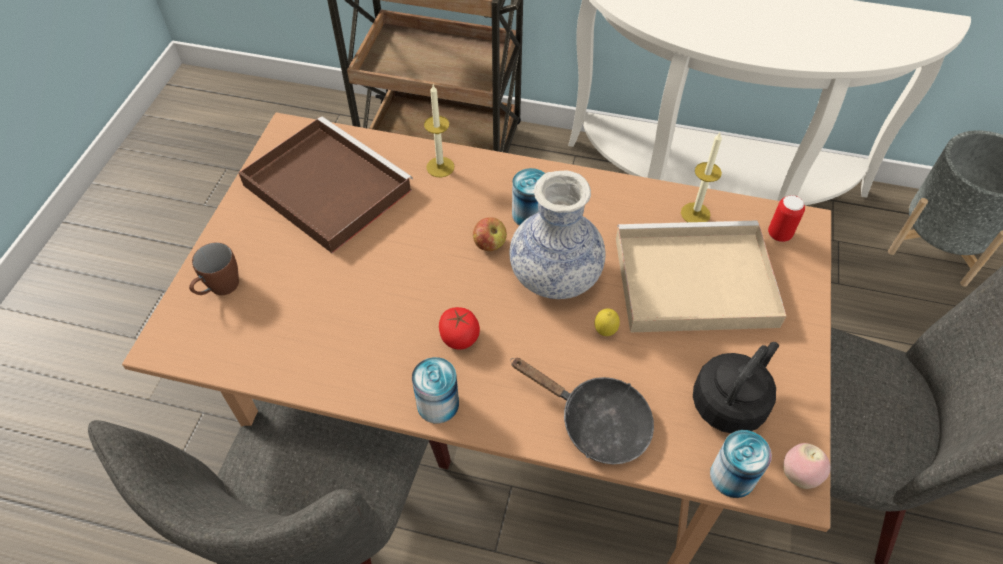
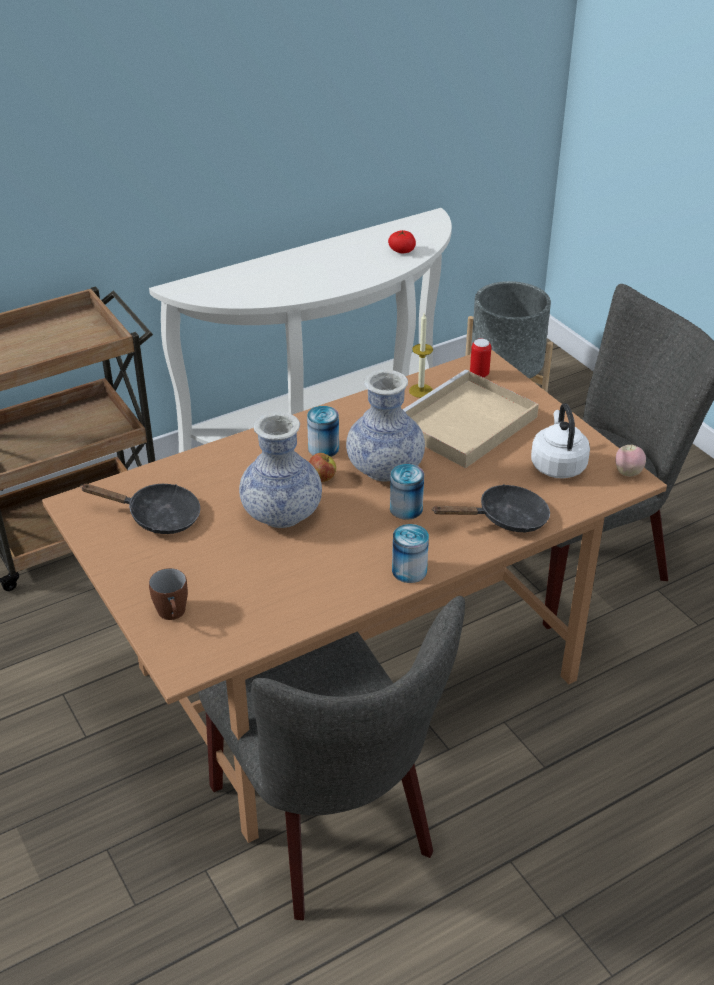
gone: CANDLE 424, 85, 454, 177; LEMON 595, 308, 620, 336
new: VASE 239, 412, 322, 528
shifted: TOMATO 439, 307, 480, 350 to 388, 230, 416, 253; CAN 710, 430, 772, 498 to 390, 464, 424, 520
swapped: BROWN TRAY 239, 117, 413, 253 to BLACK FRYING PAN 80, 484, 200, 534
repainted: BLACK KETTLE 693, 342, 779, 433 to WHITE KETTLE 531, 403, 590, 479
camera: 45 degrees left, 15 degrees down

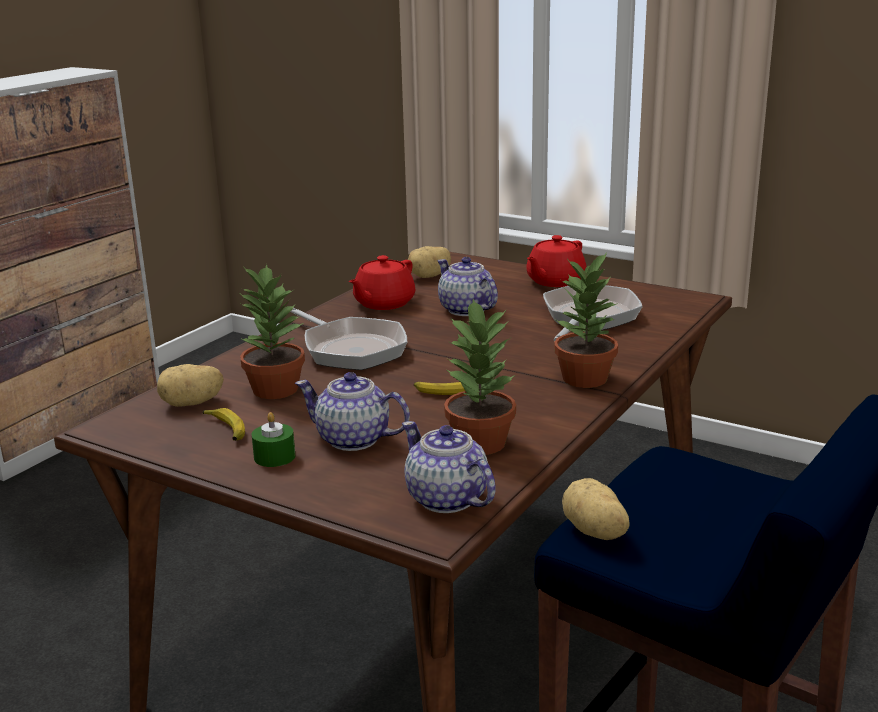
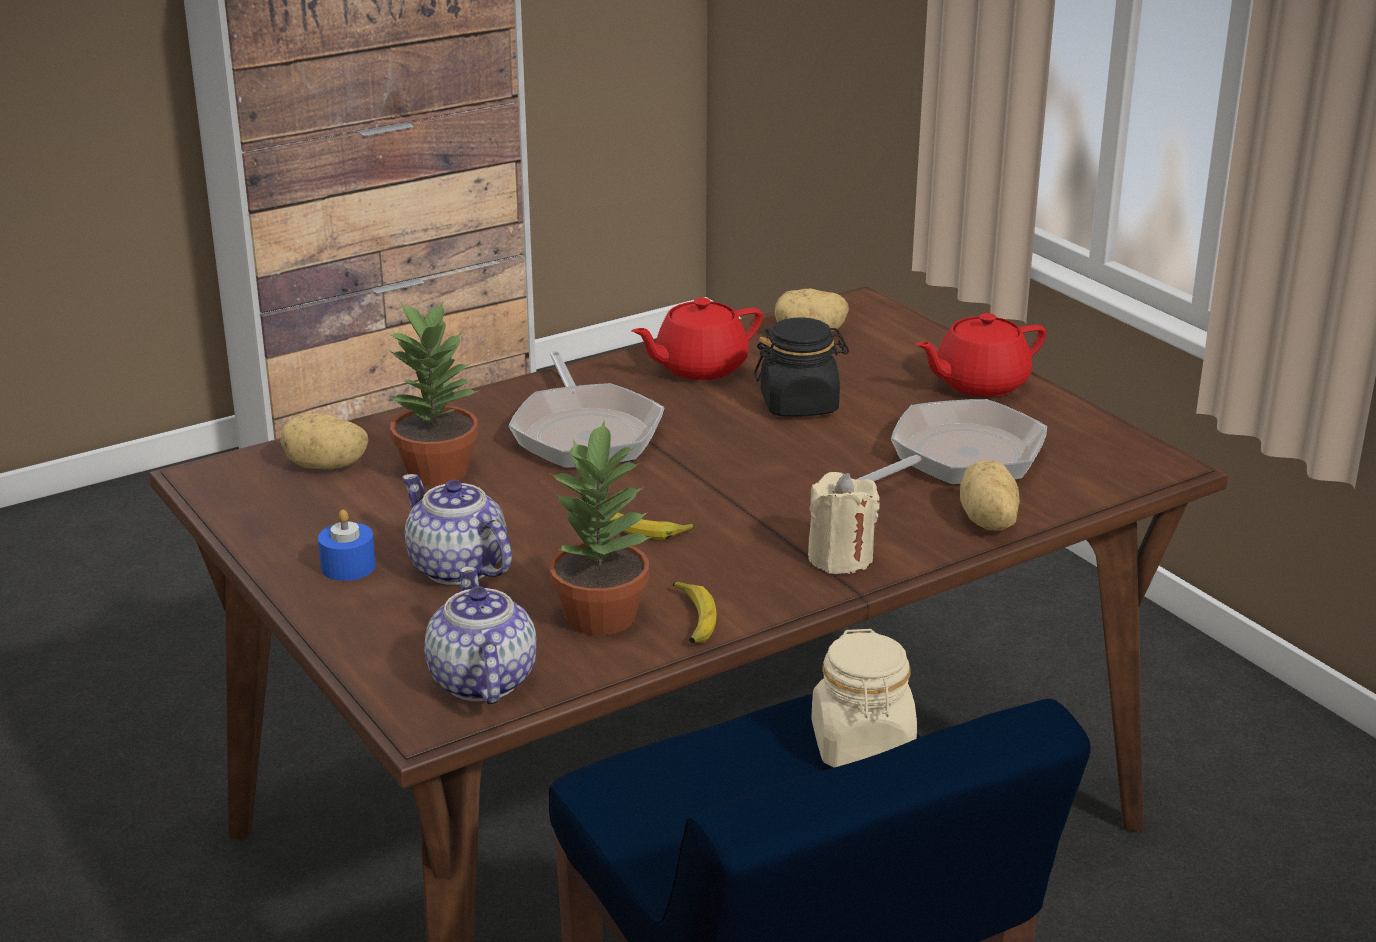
new: BEIGE JAR 811, 629, 917, 768
shifted: BANANA 203, 408, 245, 441 to 673, 581, 717, 643; POTATO 562, 478, 630, 540 to 960, 461, 1020, 530
swapped: TEAPOT 437, 257, 498, 316 to BLACK JAR 754, 317, 849, 417; POTTED PLANT 554, 253, 618, 388 to BEIGE CANDLE 808, 472, 880, 574
repainted: GREEN CANDLE 252, 412, 295, 467 to BLUE CANDLE 318, 509, 376, 581
camera: 25 degrees right, 5 degrees up

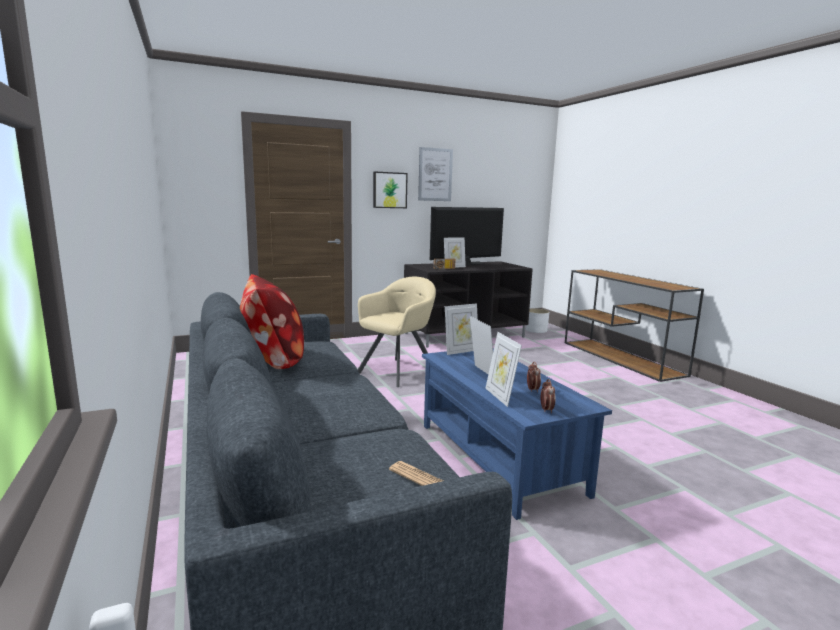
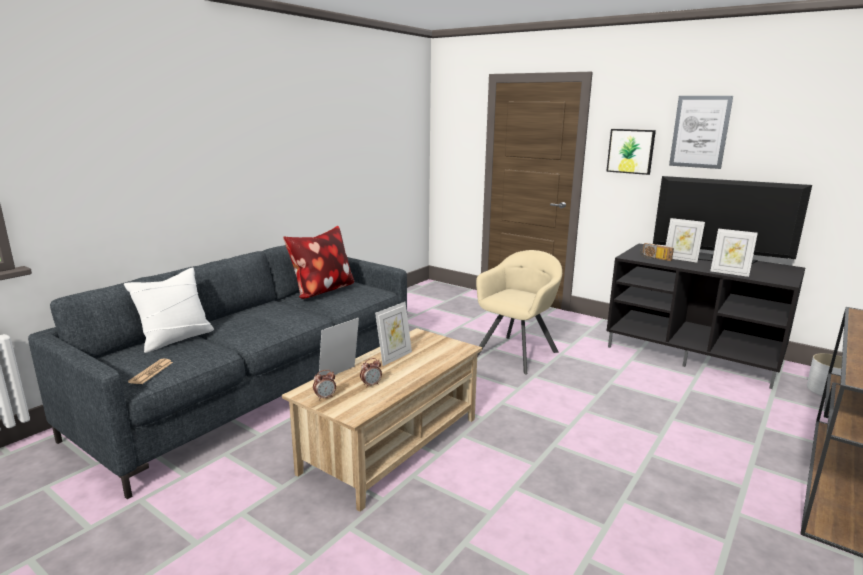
new: WHITE PILLOW 124, 268, 214, 353
shifted: PICTURE FRAME 445, 303, 478, 355 to 710, 229, 758, 277
repainted: BLUE COFFEE TABLE 422, 349, 612, 520 to BEIGE COFFEE TABLE 282, 328, 482, 512
rotated: BEIGE ARMCHAIR 357, 277, 436, 387 = 476, 250, 562, 374 60 degrees counterclockwise
camera: 60 degrees right, 5 degrees up

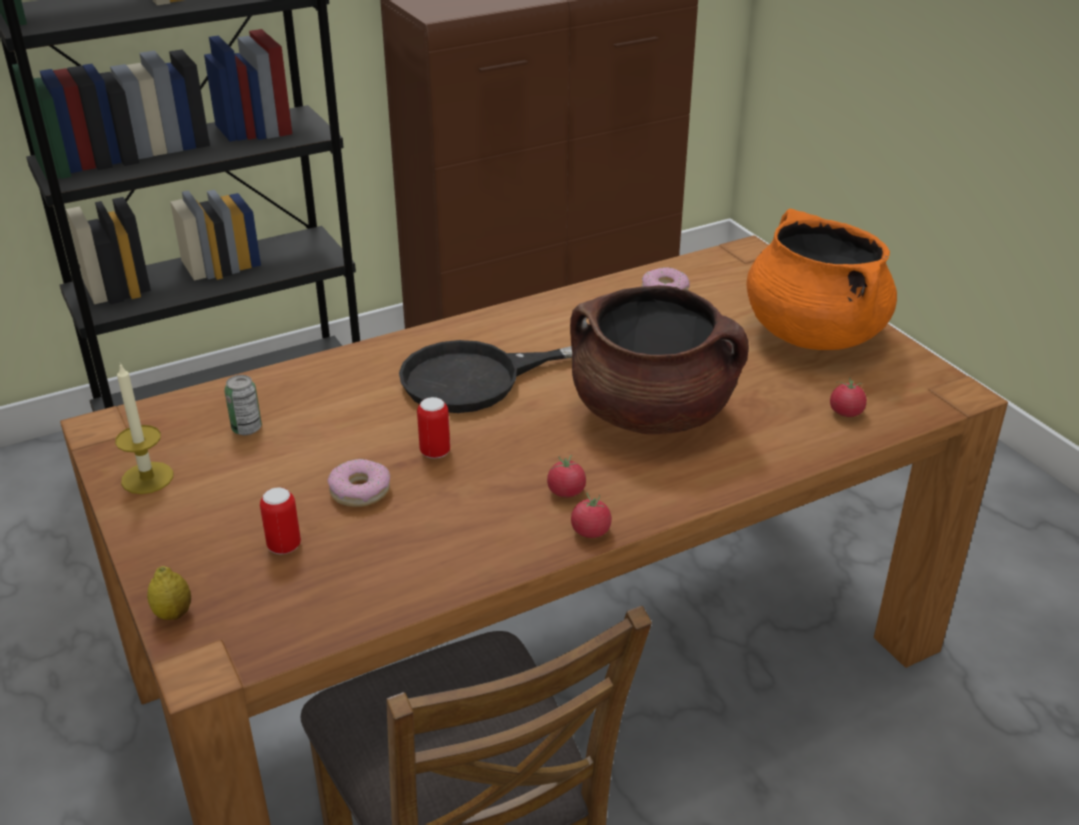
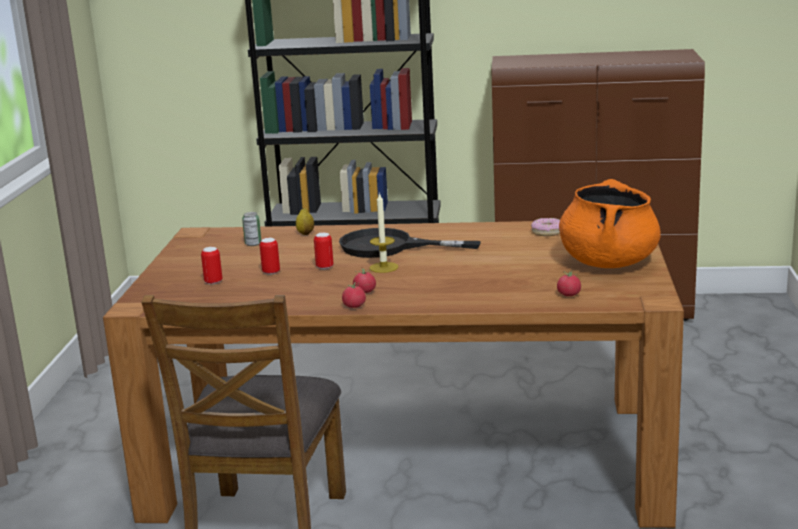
gone: BROWN COOKING POT 570, 285, 749, 435
shifted: CANDLE 115, 363, 173, 494 to 370, 192, 398, 273; LEMON 147, 566, 191, 620 to 296, 208, 314, 235
swapped: DONUT 327, 459, 390, 507 to CAN 260, 238, 280, 275
camera: 35 degrees right, 15 degrees down

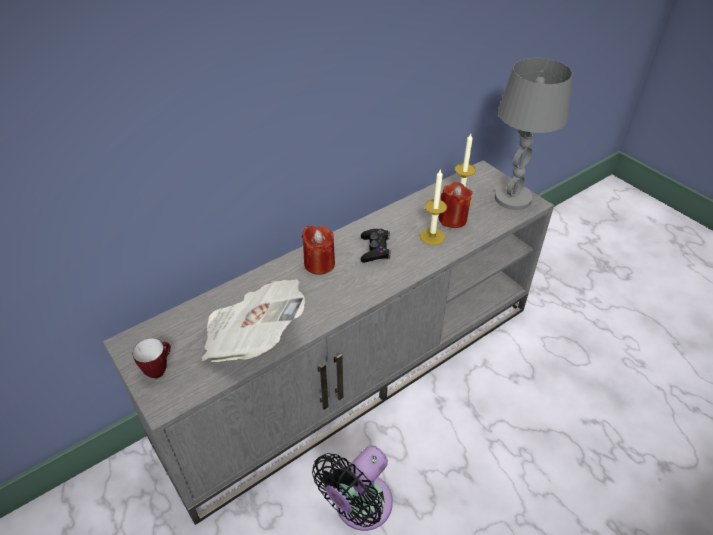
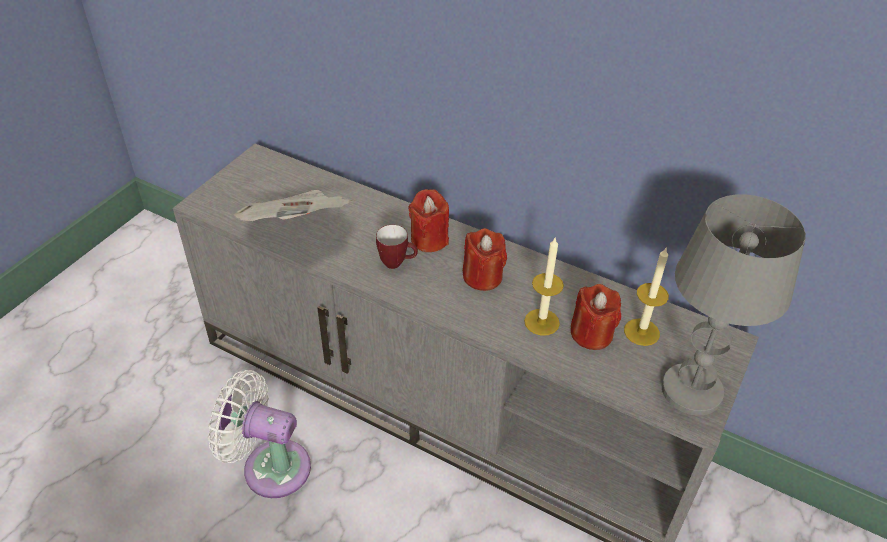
shifted: MUG 132, 338, 171, 378 to 376, 225, 418, 269
swapped: BLACK GAME CONTROLLER 361, 229, 391, 263 to RED CANDLE 463, 228, 507, 291
repainted: BLACK FAN 312, 445, 393, 531 to WHITE FAN 208, 370, 311, 498
camera: 65 degrees right, 0 degrees up

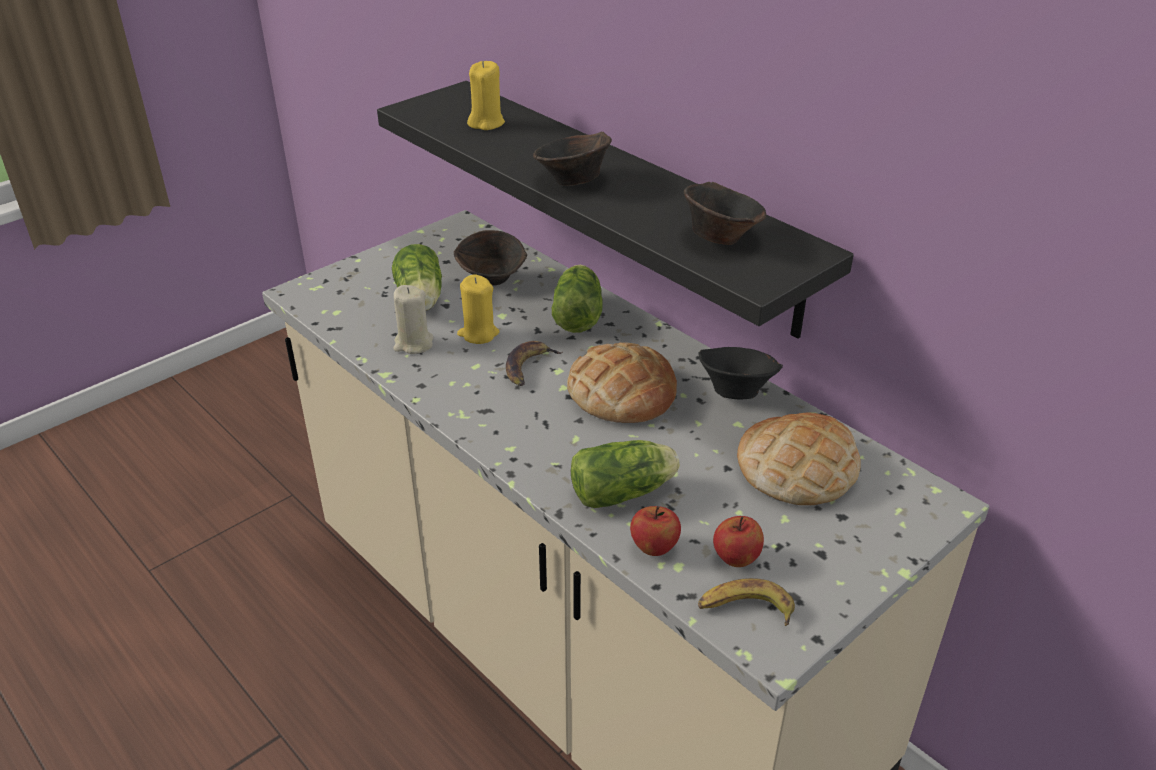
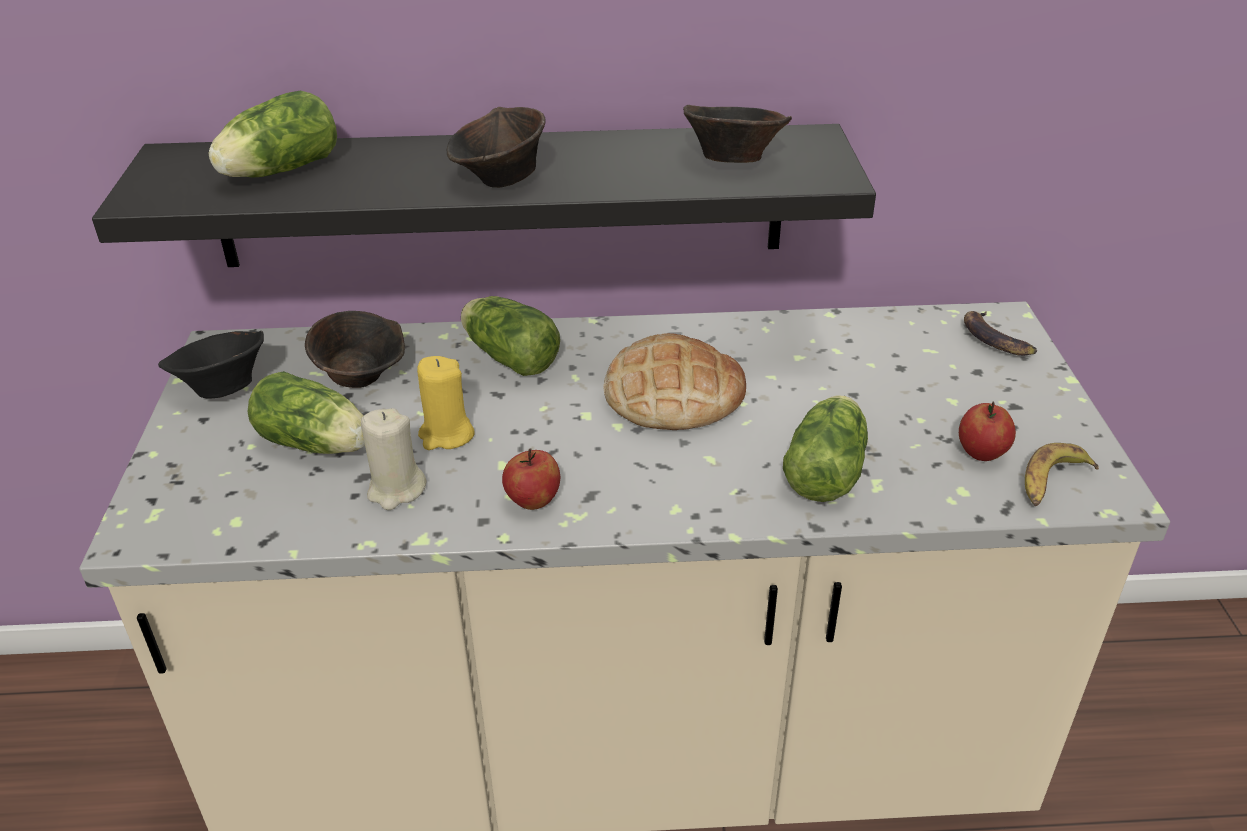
gone: BREAD 737, 413, 861, 505
shifted: BANANA 506, 341, 563, 386 to 964, 311, 1037, 356; APPLE 630, 506, 681, 556 to 502, 448, 560, 510; BLACK BOWL 698, 347, 783, 399 to 158, 331, 264, 399
swapped: YELLOW CANDLE 467, 61, 505, 130 to LETTUCE 209, 90, 337, 178
camera: 50 degrees left, 0 degrees up

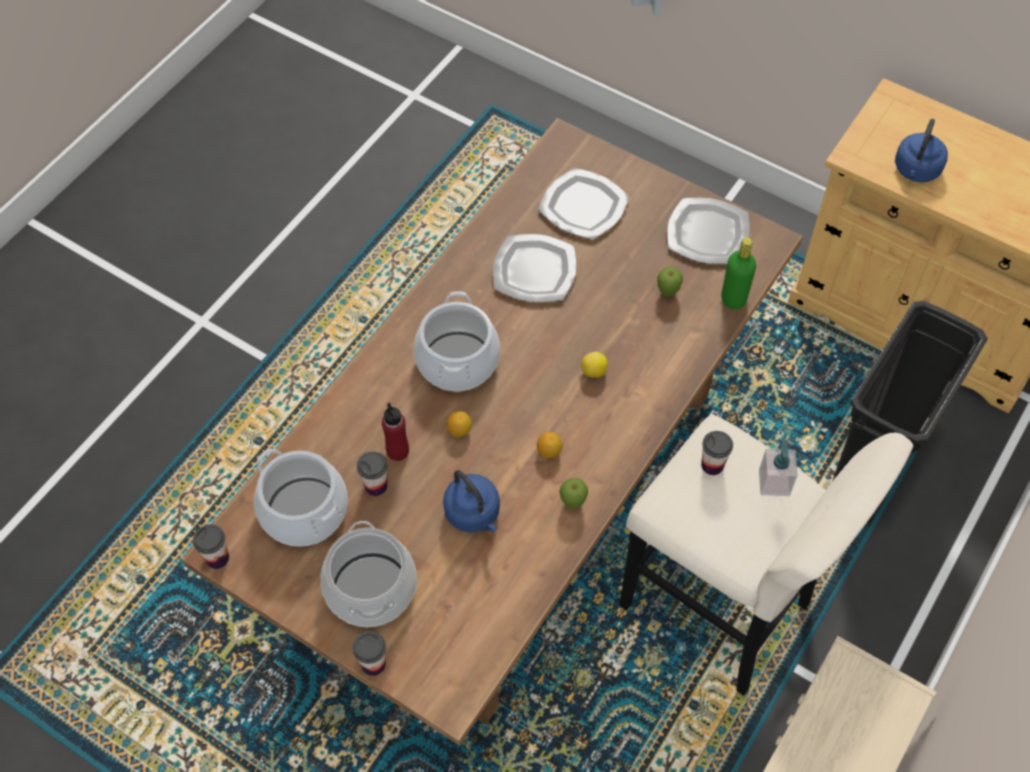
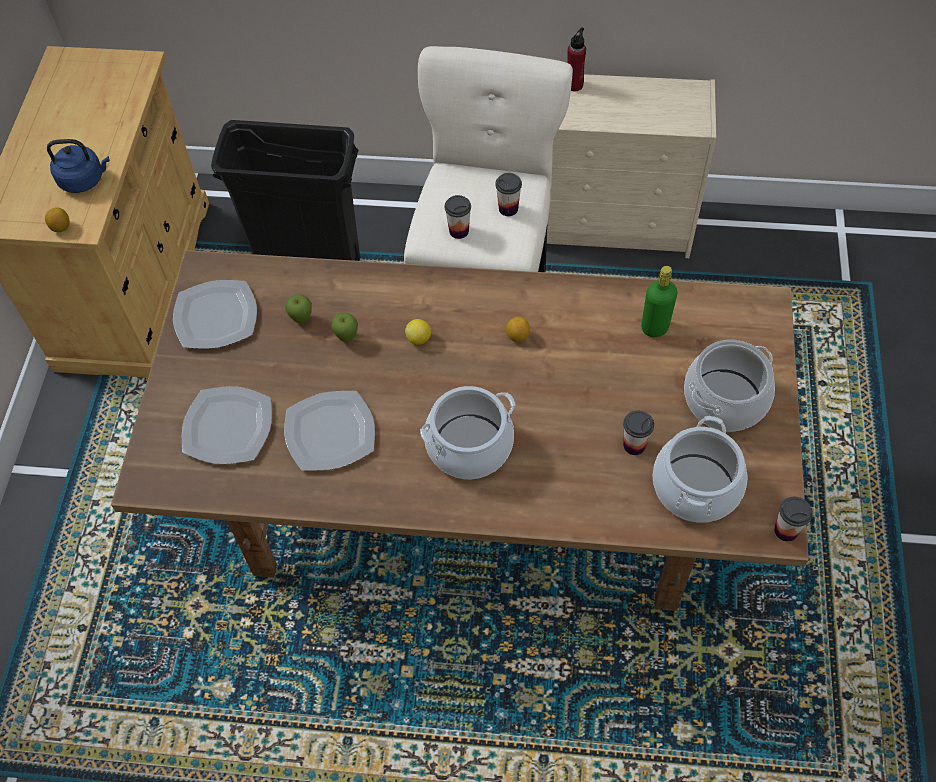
gone: BLUE KETTLE 443, 470, 500, 533; SOAP DISPENSER 759, 438, 798, 496
shifted: CUP 352, 631, 386, 676 to 495, 173, 522, 216; RED BOTTLE 382, 402, 409, 461 to 568, 27, 586, 91; LEMON 447, 411, 472, 437 to 45, 207, 70, 232; APPLE 560, 478, 588, 509 to 331, 313, 358, 342; GREEN BOTTLE 721, 237, 756, 309 to 641, 266, 677, 337
camera: 115 degrees left, 0 degrees up

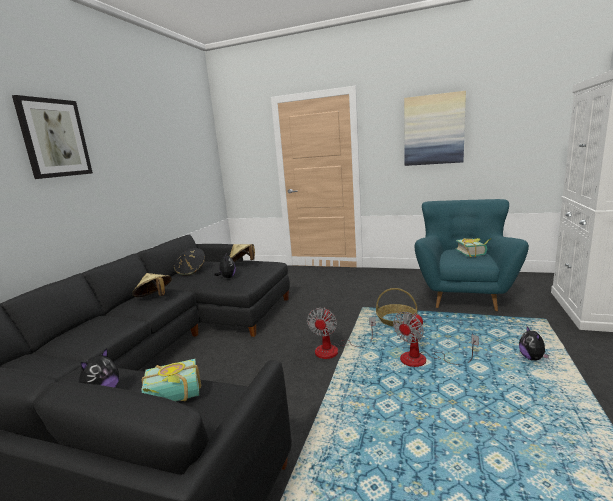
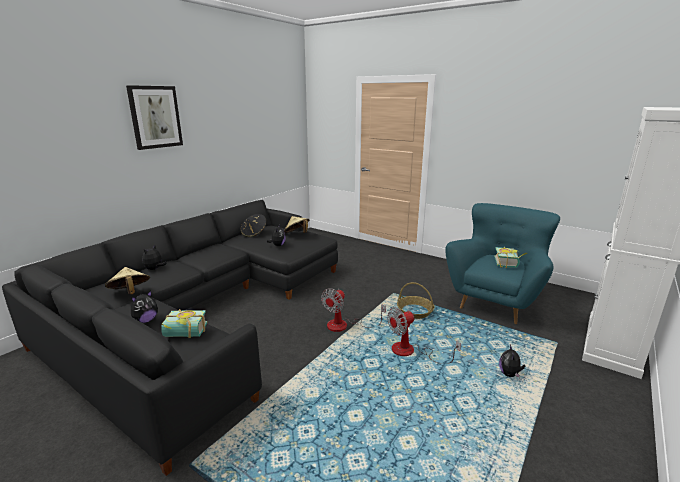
gone: PICTURE 404, 91, 466, 166
new: PLUSH TOY 142, 244, 167, 270
shifted: BEIGE HAT 132, 273, 172, 297 to 105, 267, 150, 294
camera: 15 degrees right, 5 degrees up

